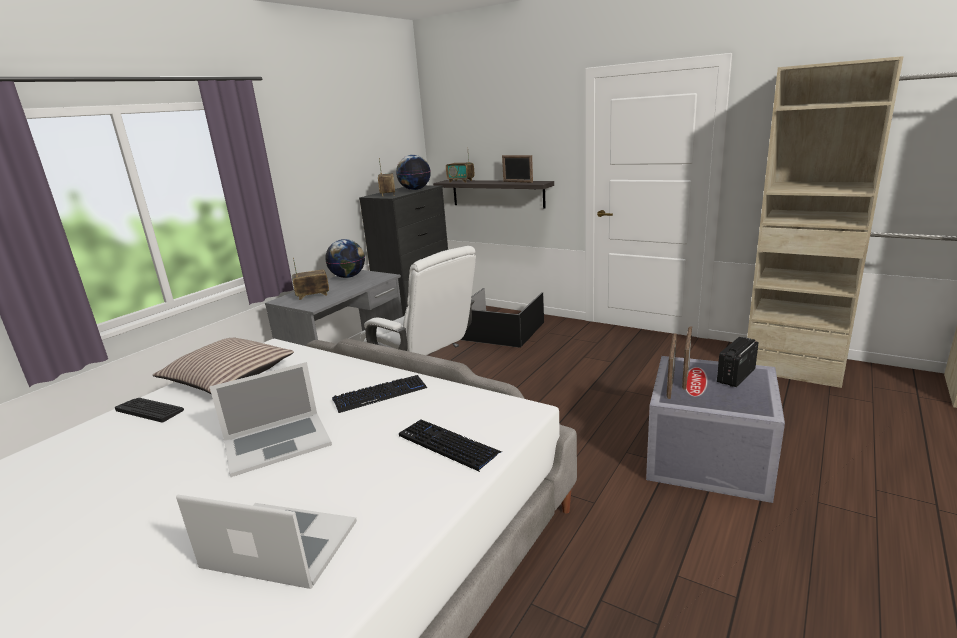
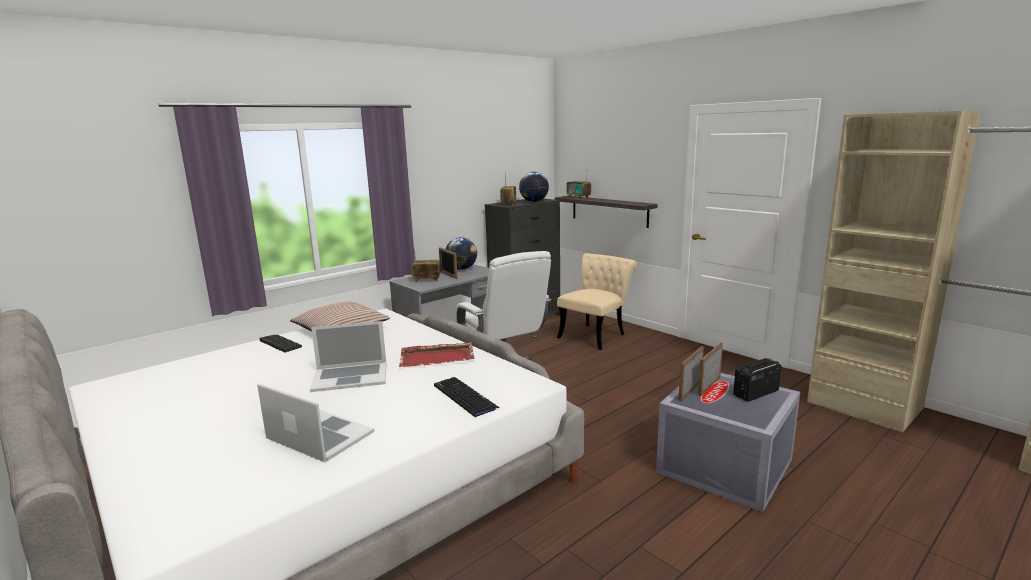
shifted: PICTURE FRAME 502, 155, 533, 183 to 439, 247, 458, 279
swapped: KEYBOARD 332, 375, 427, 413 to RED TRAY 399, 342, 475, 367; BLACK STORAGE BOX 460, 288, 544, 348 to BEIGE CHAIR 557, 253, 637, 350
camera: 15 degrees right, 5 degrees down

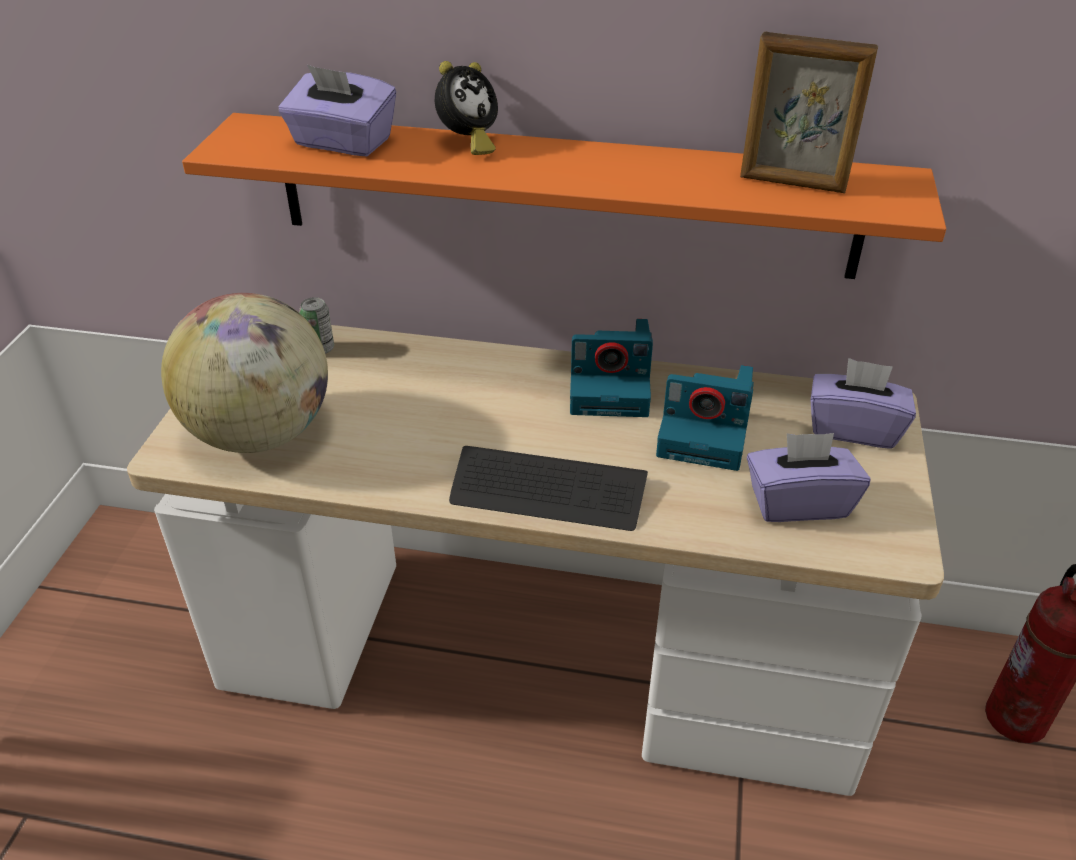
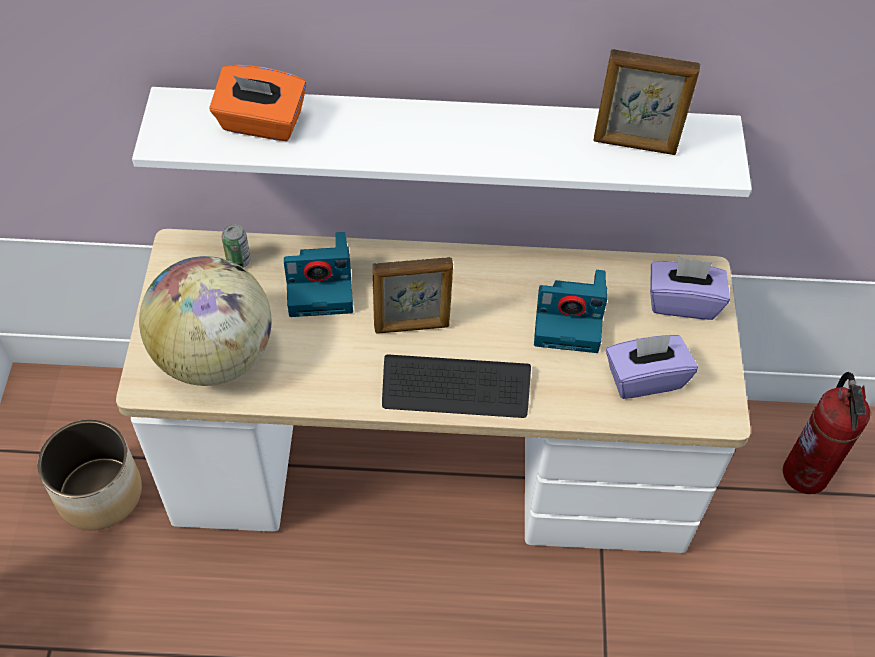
gone: ALARM CLOCK 435, 61, 498, 155
new: PLANTER 37, 420, 142, 530; PICTURE FRAME 372, 257, 453, 334
shifted: PHOTO CAMERA 570, 319, 653, 417 to 284, 232, 353, 317
repainted: ORANGE SHELF 182, 113, 946, 279 to WHITE SHELF 132, 87, 752, 197; PURPLE TISSUE BOX 278, 65, 396, 157 to ORANGE TISSUE BOX 209, 65, 306, 141
camera: 10 degrees left, 15 degrees up

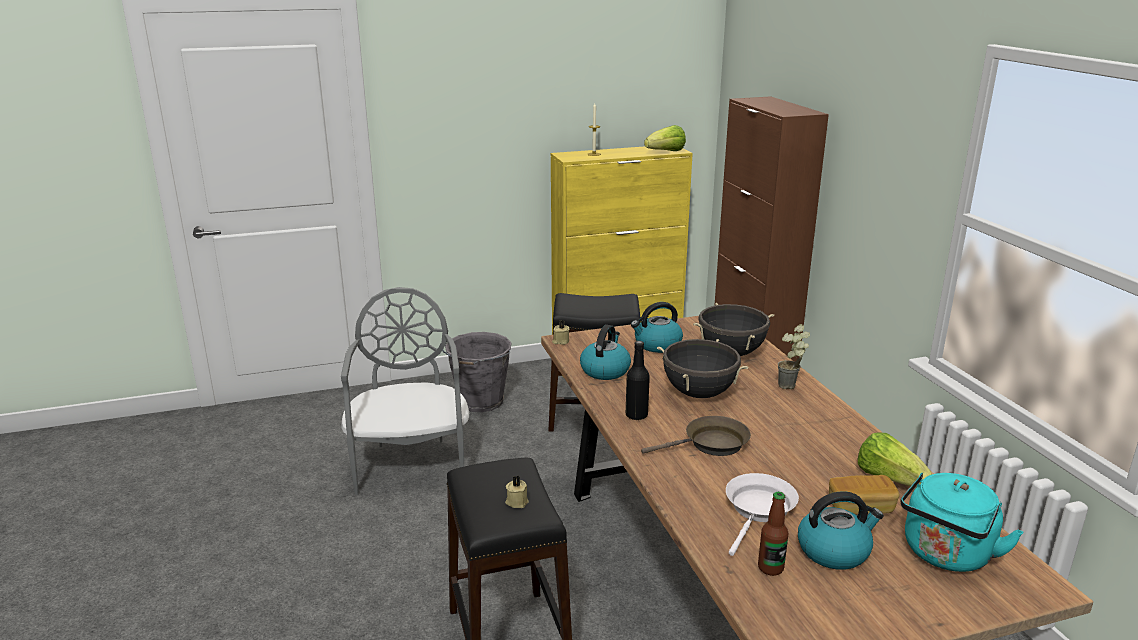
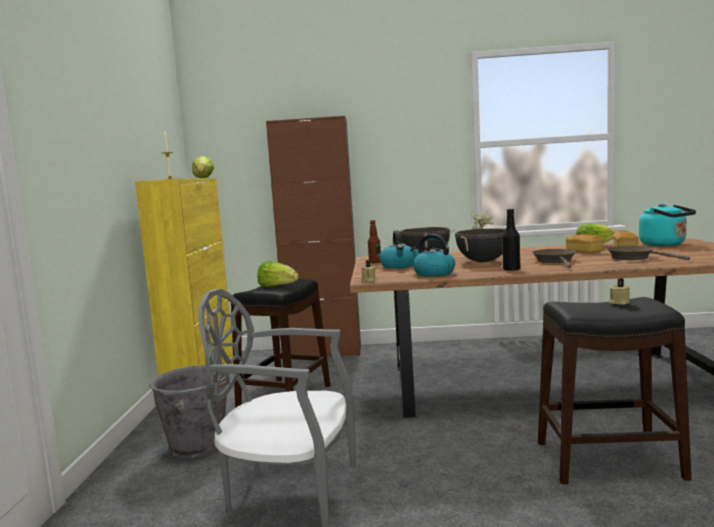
gone: KETTLE 798, 491, 884, 570
new: LETTUCE 257, 261, 299, 287; BREAD 566, 234, 603, 253
shifted: BOTTLE 758, 492, 788, 576 to 368, 220, 381, 263
repainted: WHITE FRYING PAN 726, 473, 799, 556 to BROWN FRYING PAN 607, 246, 690, 260
camera: 70 degrees left, 15 degrees down

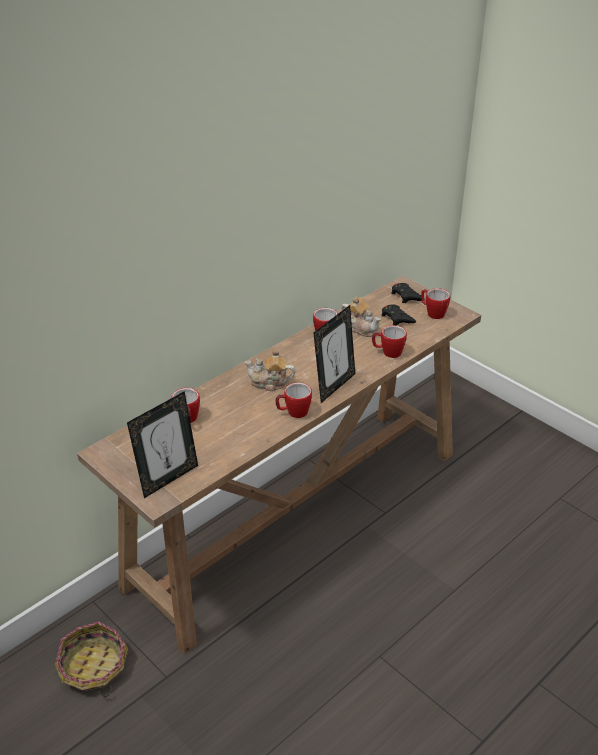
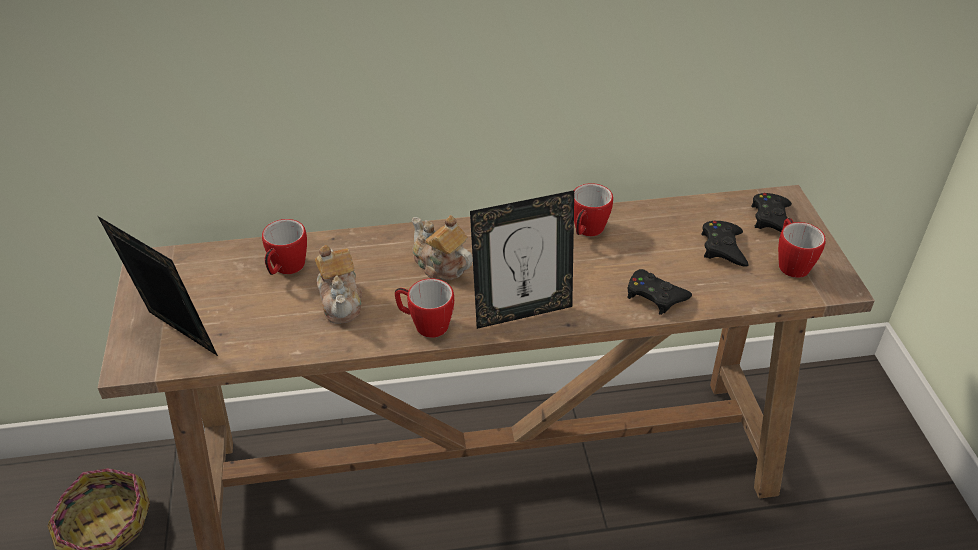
shifted: TEAPOT 341, 297, 381, 337 to 315, 245, 363, 324
swapped: MUG 372, 325, 407, 358 to BLACK GAME CONTROLLER 627, 269, 692, 315
rotated: PICTURE FRAME 127, 391, 198, 498 = 98, 216, 218, 356 135 degrees counterclockwise
camera: 35 degrees right, 5 degrees up

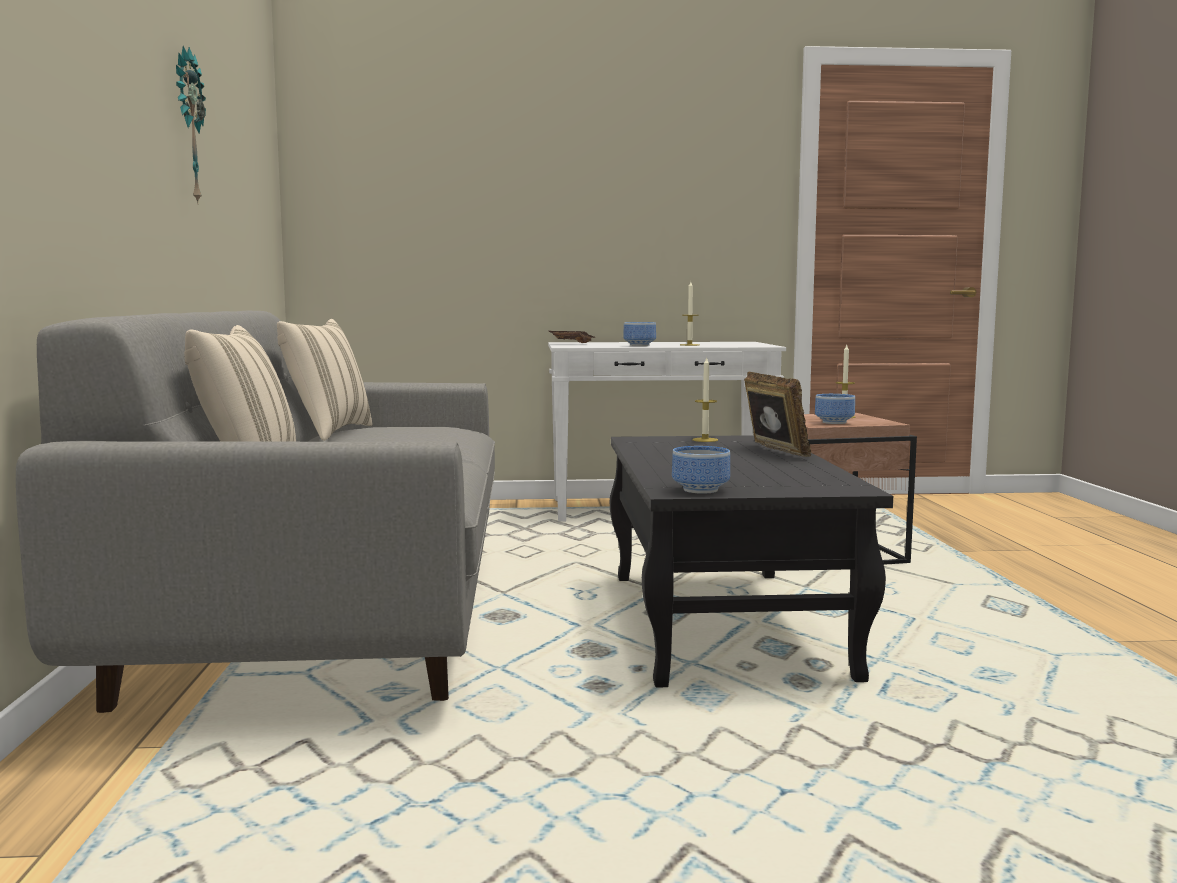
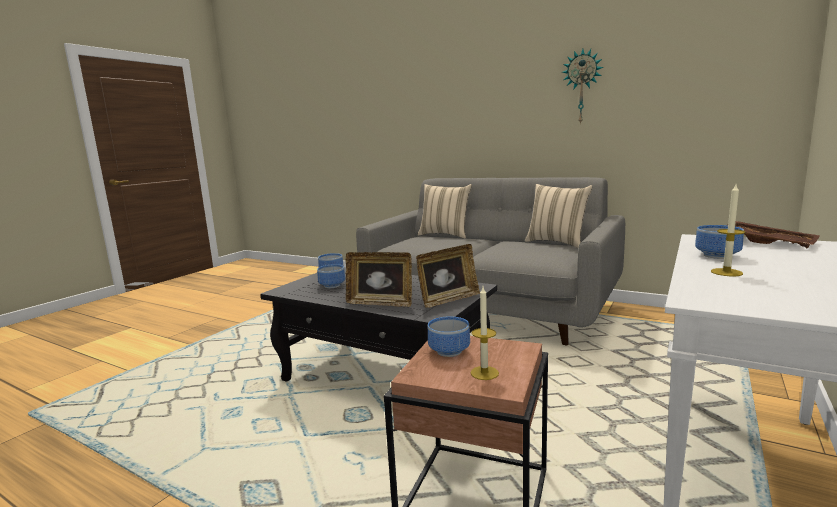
new: BOWL 317, 264, 345, 288
swapped: CANDLE 692, 358, 718, 442 to PICTURE FRAME 416, 244, 480, 308
camera: 125 degrees right, 5 degrees up

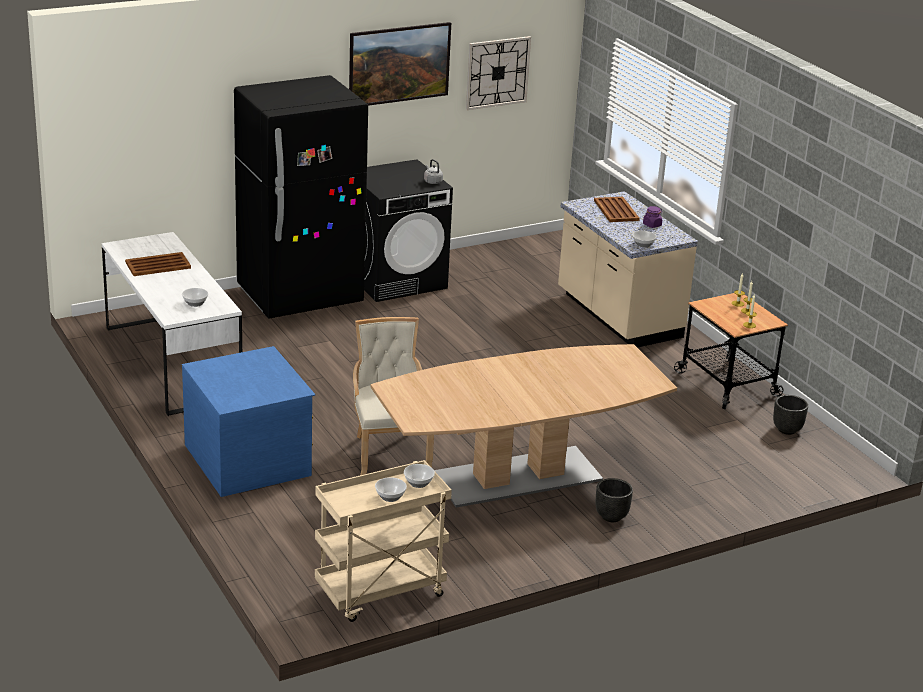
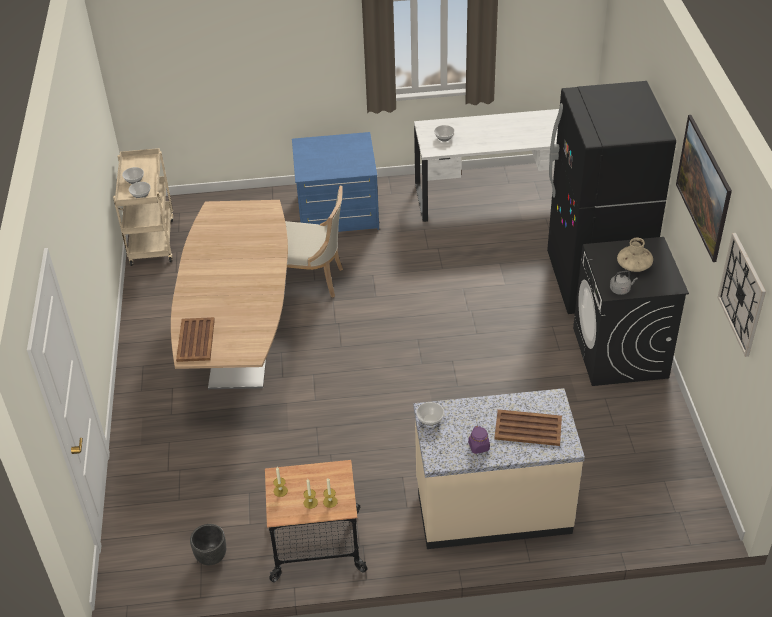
gone: BLACK PLANTER 596, 478, 633, 522
new: BEIGE VASE 617, 238, 653, 272
shifted: BROWN TRAY 125, 252, 191, 276 to 176, 317, 215, 362
camera: 115 degrees right, 15 degrees up

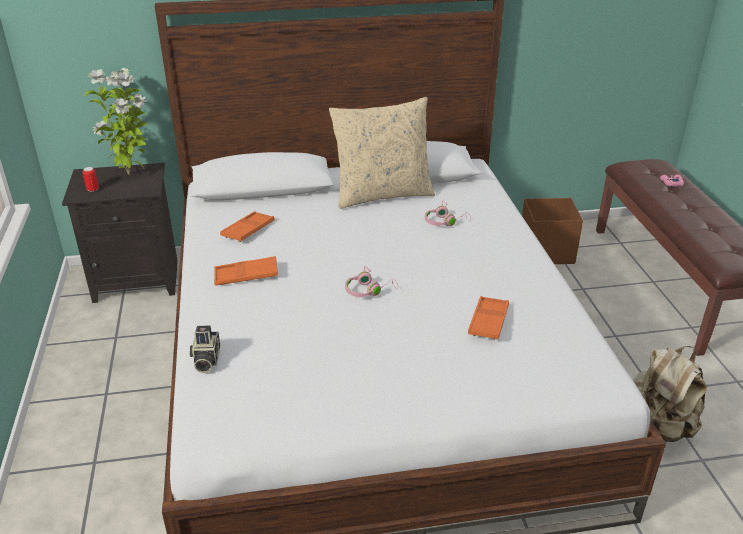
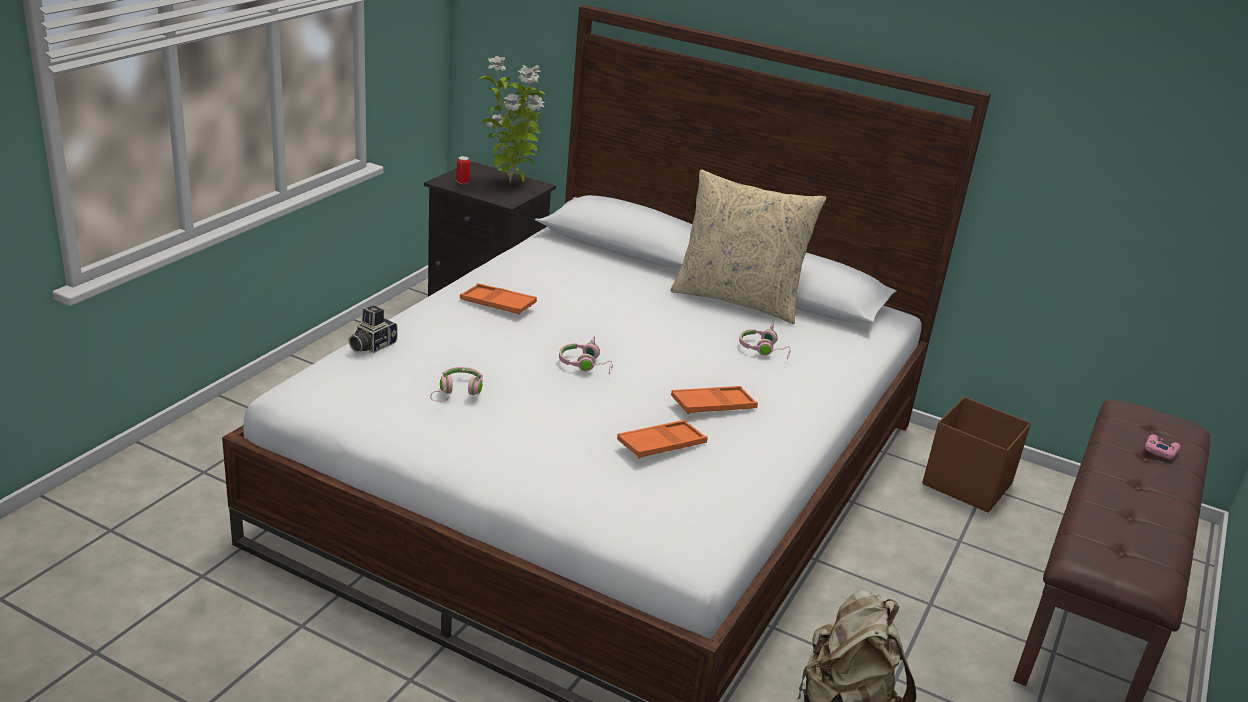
new: PINK HEADPHONES 430, 367, 483, 402
shifted: ORANGE TRAY 220, 211, 275, 242 to 671, 386, 758, 414
camera: 35 degrees right, 5 degrees down

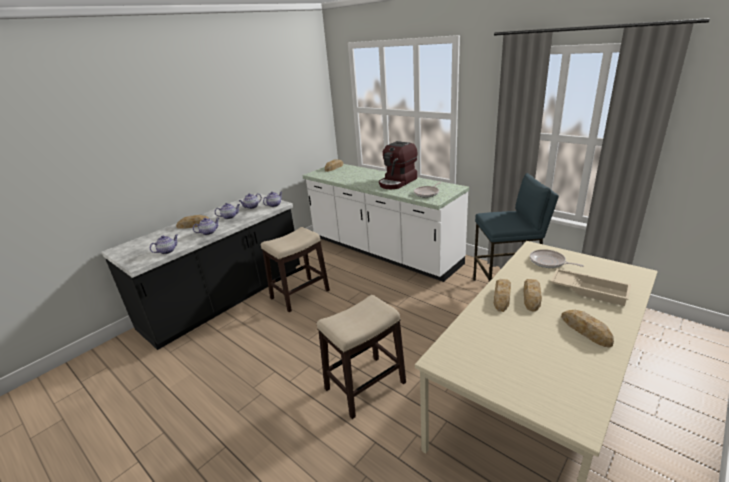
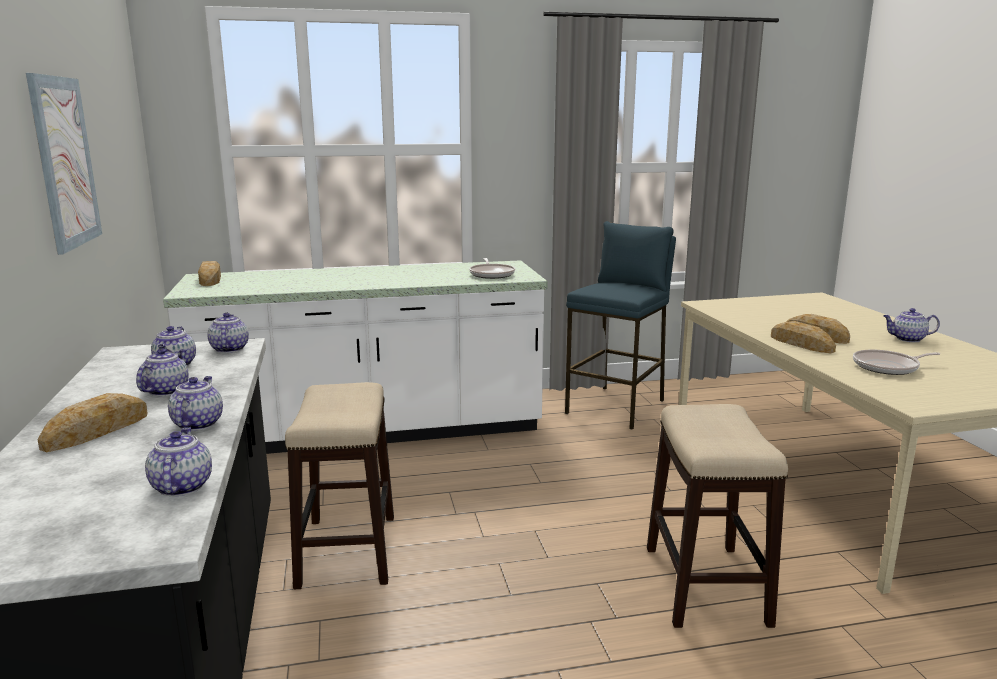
gone: COFFEE MACHINE 379, 141, 417, 189; BEIGE TRAY 551, 269, 631, 306
new: PICTURE 26, 73, 102, 255
shifted: FRYING PAN 530, 249, 584, 268 to 853, 350, 940, 375
swapped: BREAD 561, 310, 614, 347 to TEAPOT 884, 308, 940, 342
camera: 55 degrees left, 10 degrees down

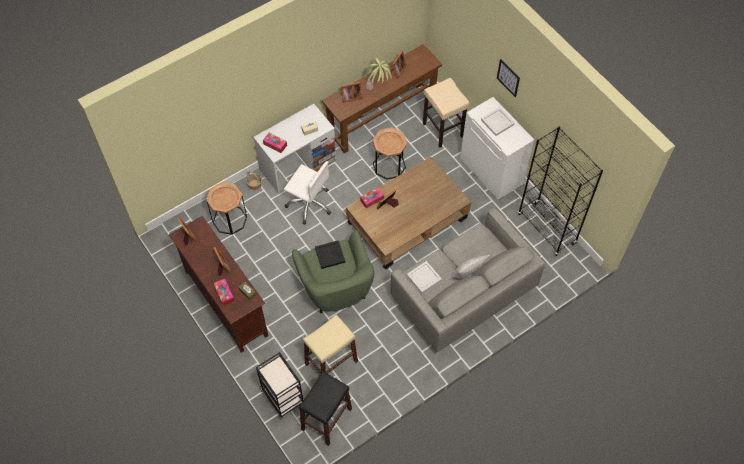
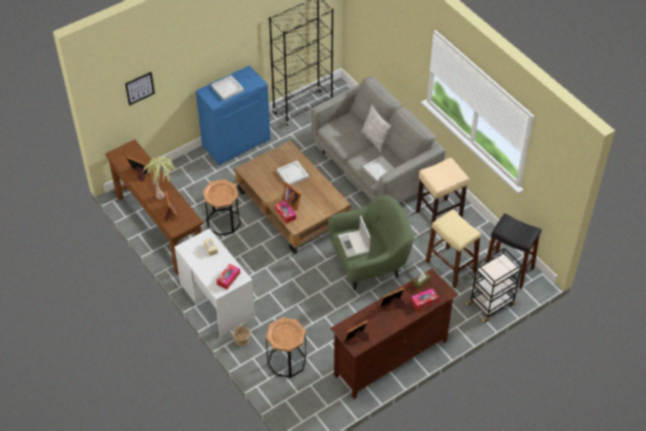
gone: WHITE OFFICE CHAIR 284, 161, 331, 225
new: WHITE TRAY 277, 161, 309, 185
shifted: BEIGE STOOL 423, 78, 469, 147 to 416, 158, 469, 230; PICTURE 497, 59, 520, 97 to 125, 72, 155, 106
swapped: BLACK TRAY 315, 240, 345, 269 to LAPTOP 338, 216, 371, 258
repainted: WHITE CABINET 460, 97, 534, 200 to BLUE CABINET 196, 65, 270, 165
camera: 90 degrees left, 10 degrees down

